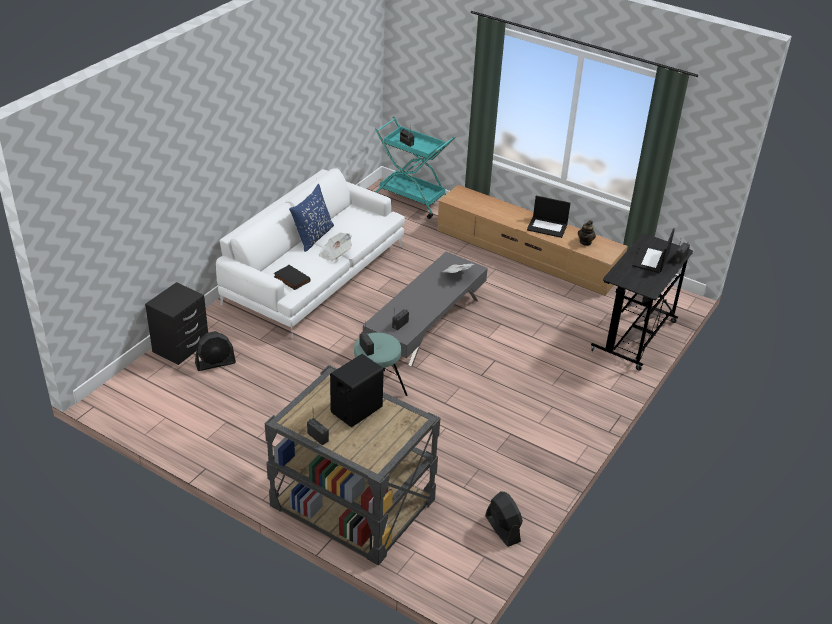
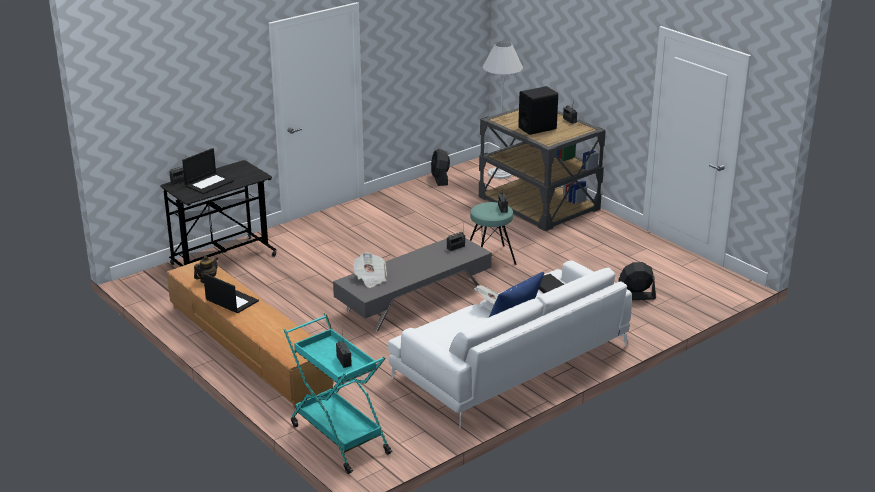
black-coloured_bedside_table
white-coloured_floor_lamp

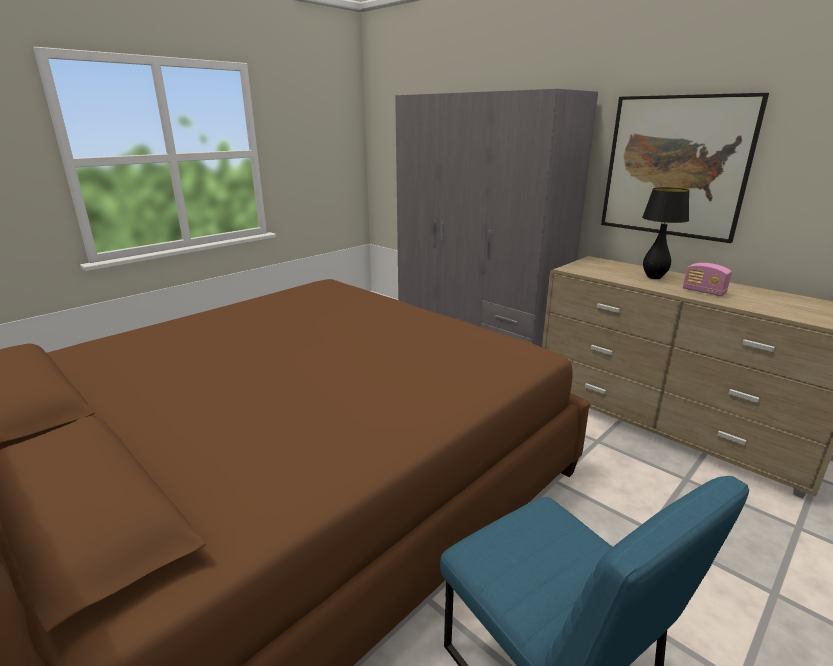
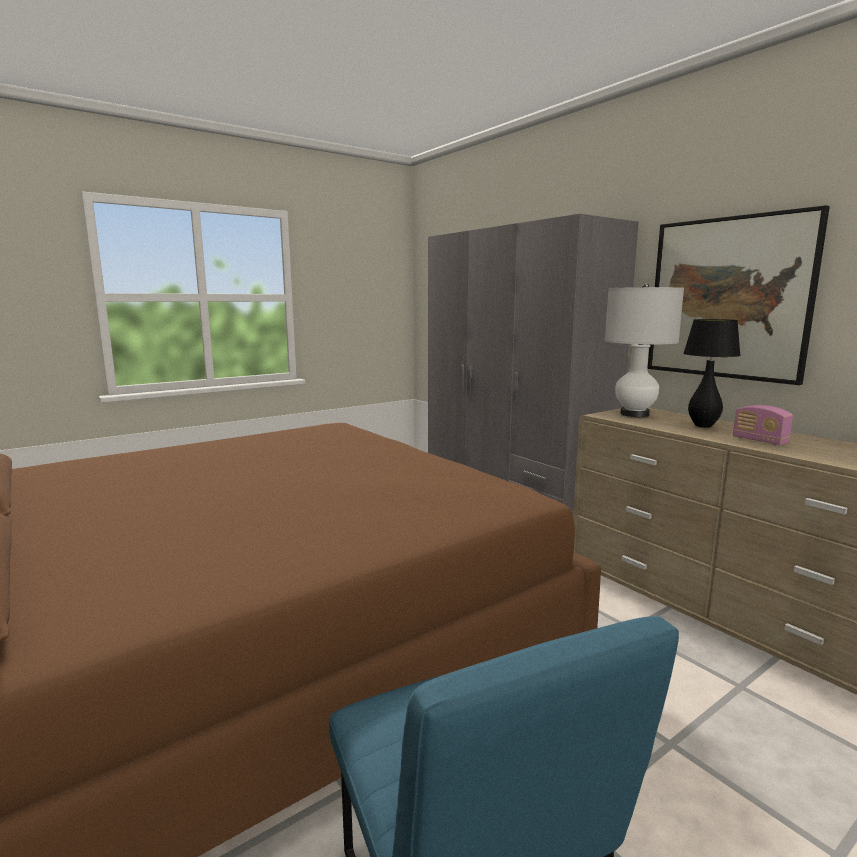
white-coloured_table_lamp

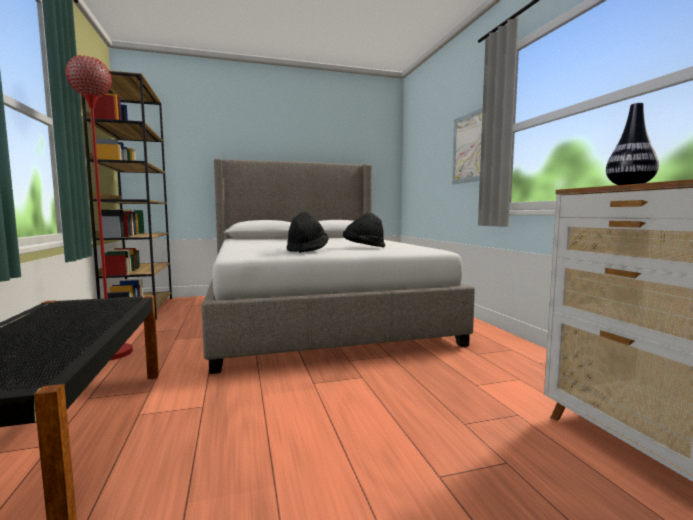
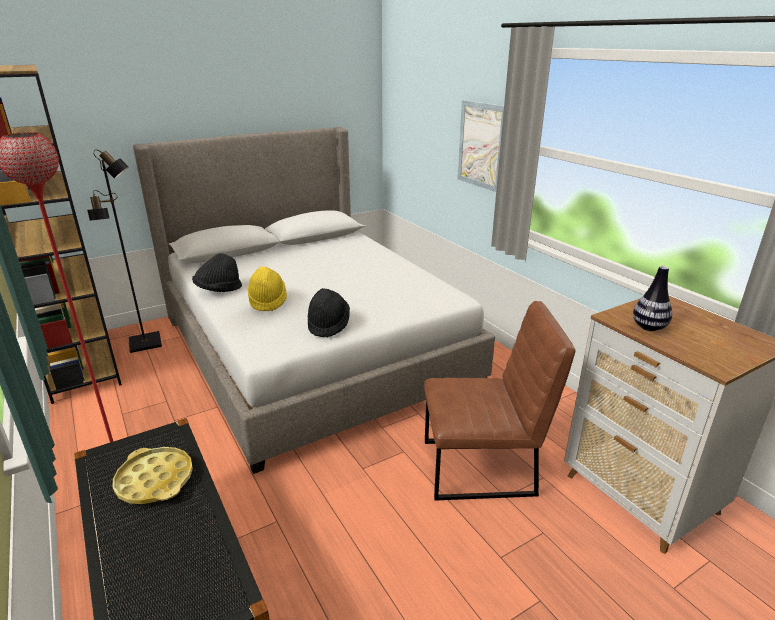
black-coloured_hat (no. 1 from left)
black-coloured_floor_lamp
yellow_serving_tray
yellow_hat
brown-coloured_chair

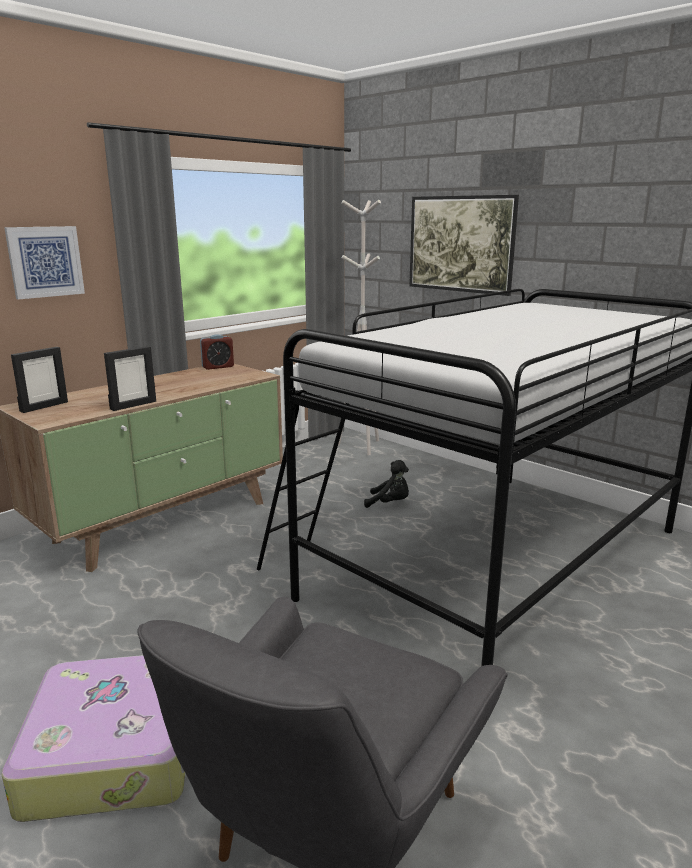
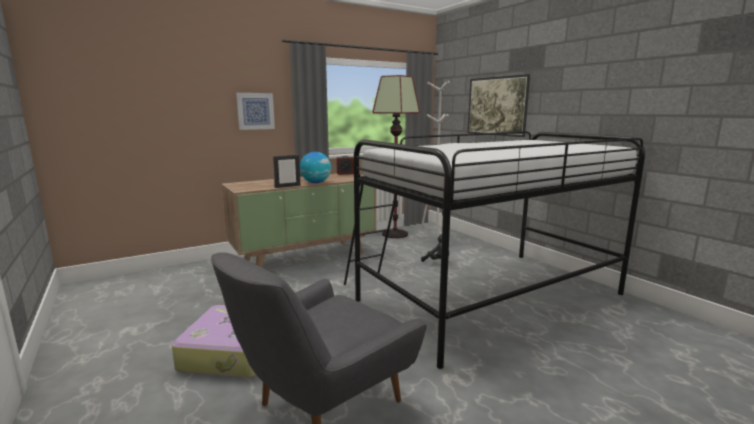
photo_frame (no. 1 from left in the first image)
world_globe
floor_lamp

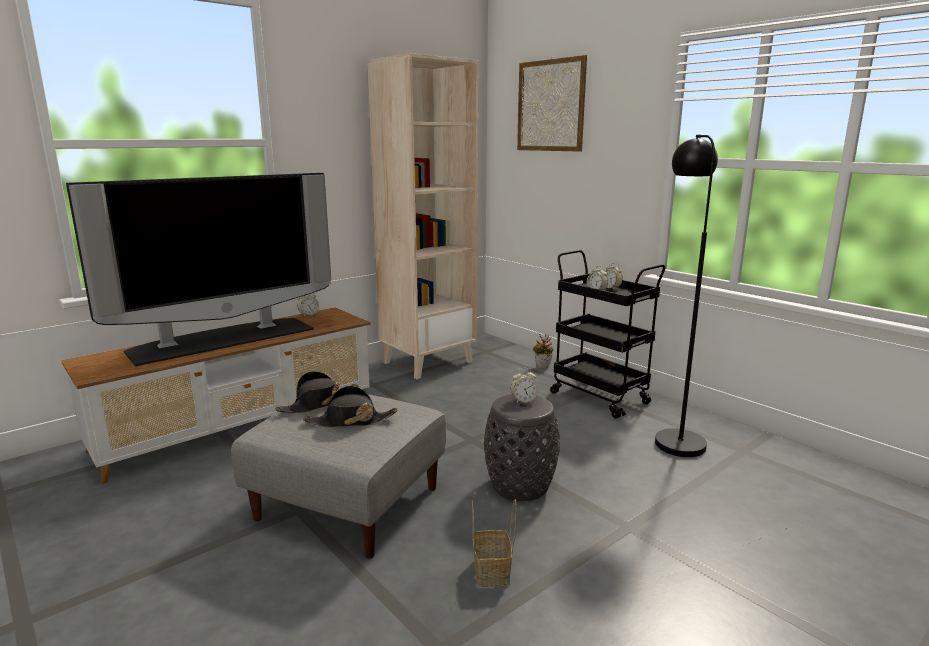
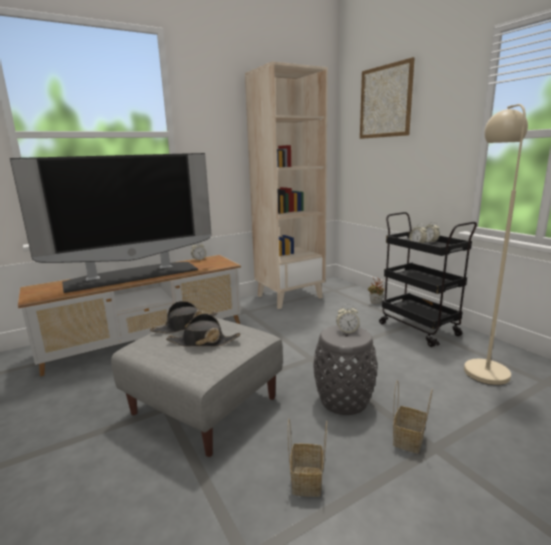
sand-coloured_floor_lamp
household_basket (no. 2 from left)

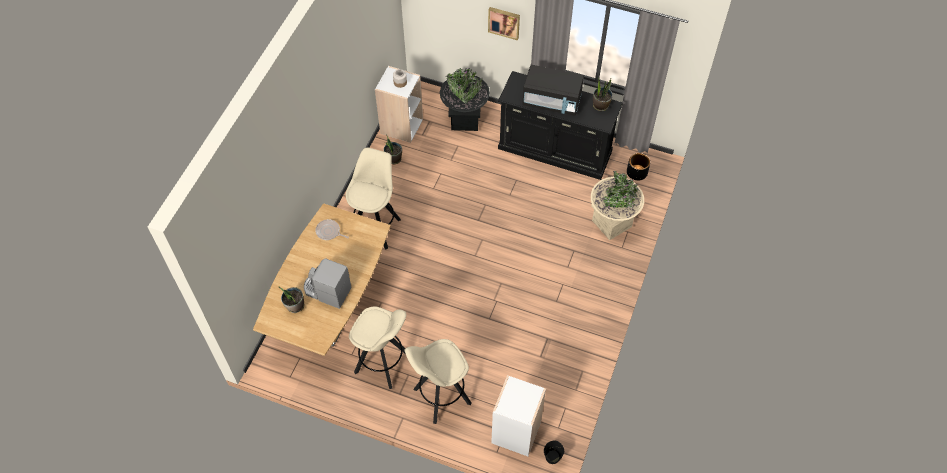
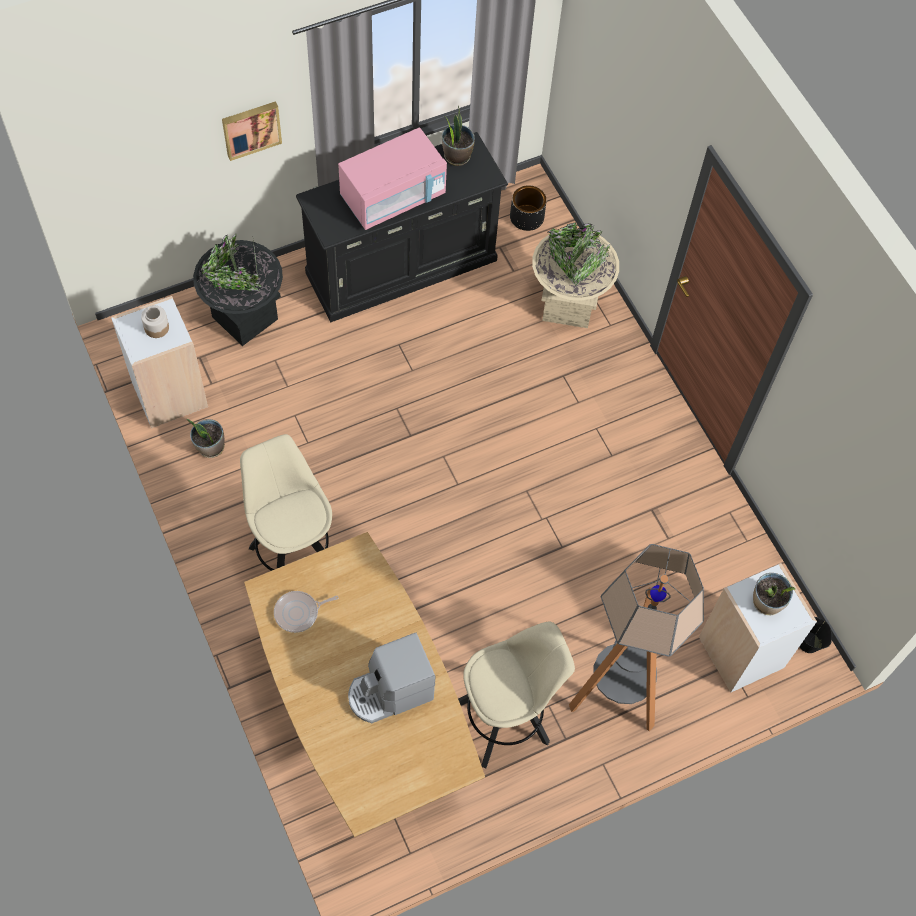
houseplant (no. 3 from left)
floor_lamp
pink_microwave_oven

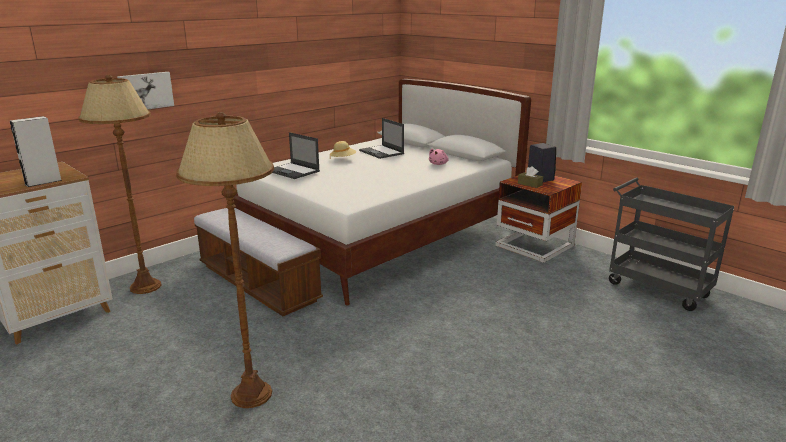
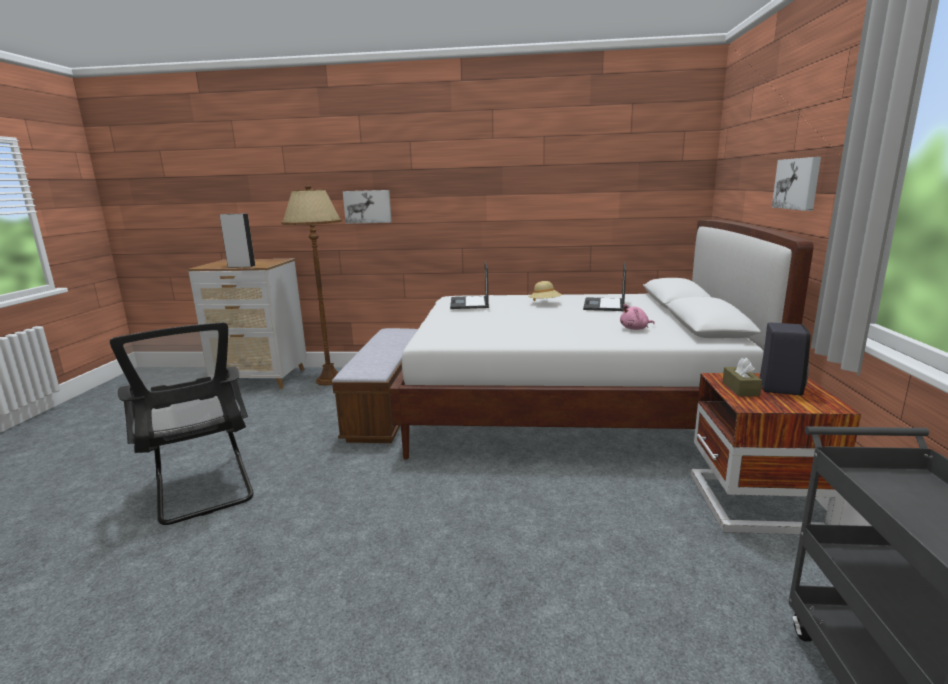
chair
picture (no. 2 from left)

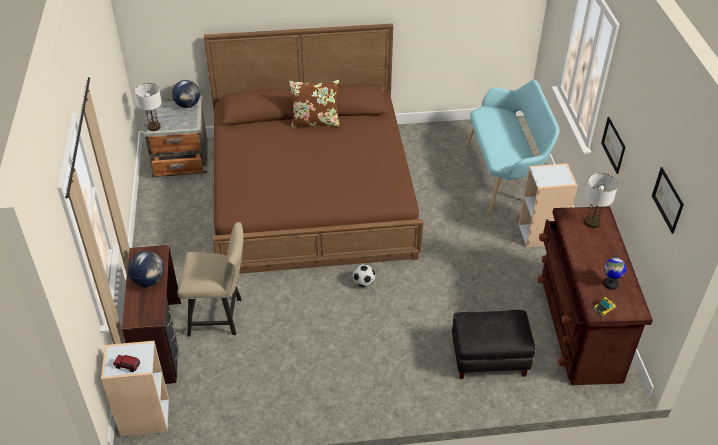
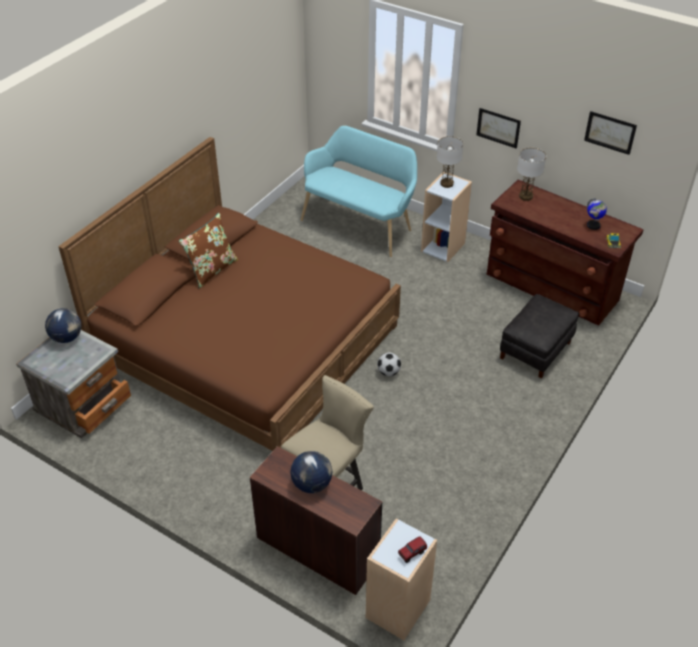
table_lamp (no. 1 from left)

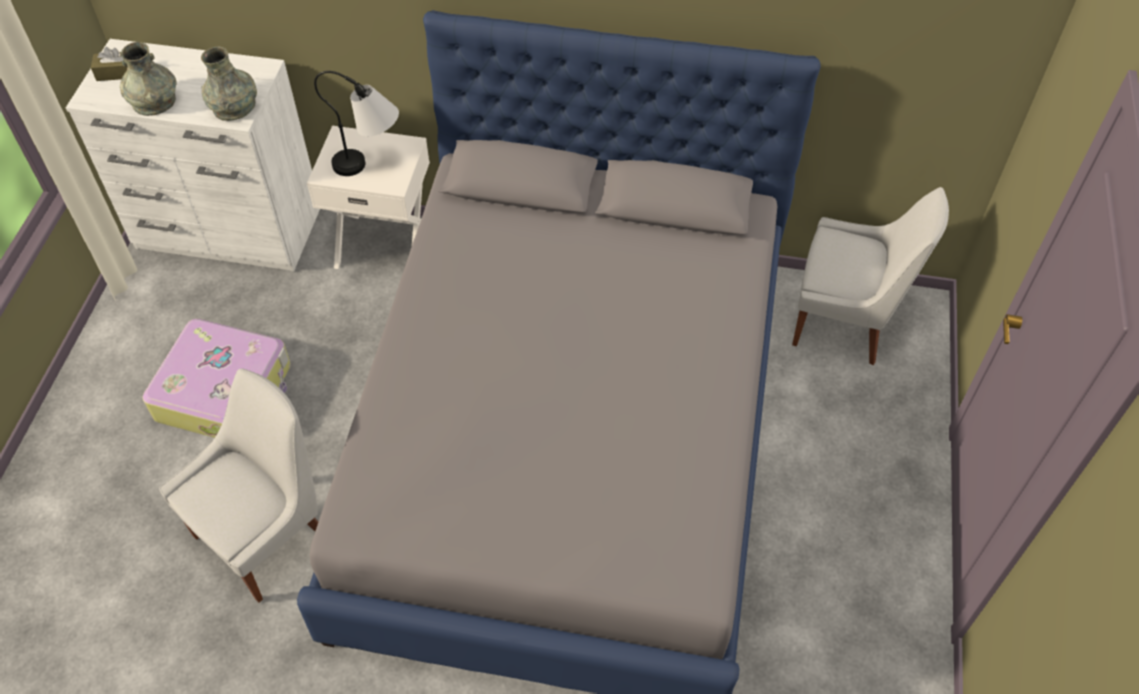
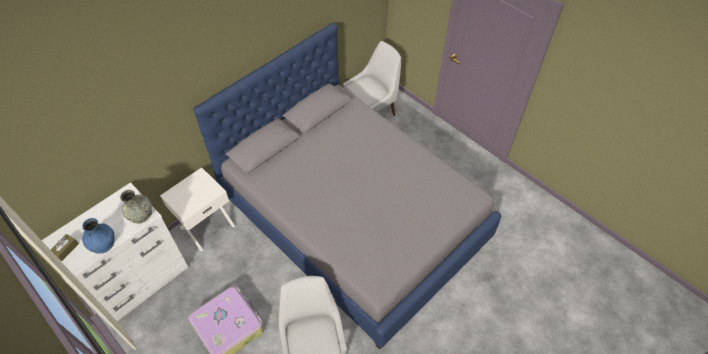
blue-coloured_vase
table_lamp

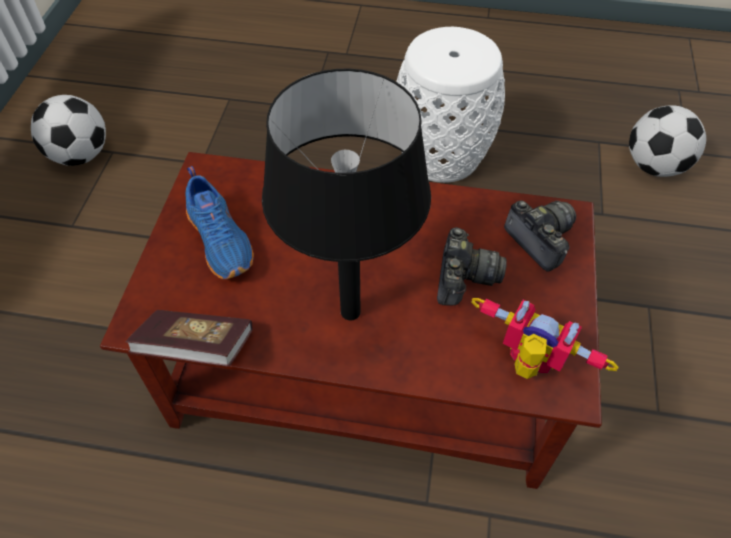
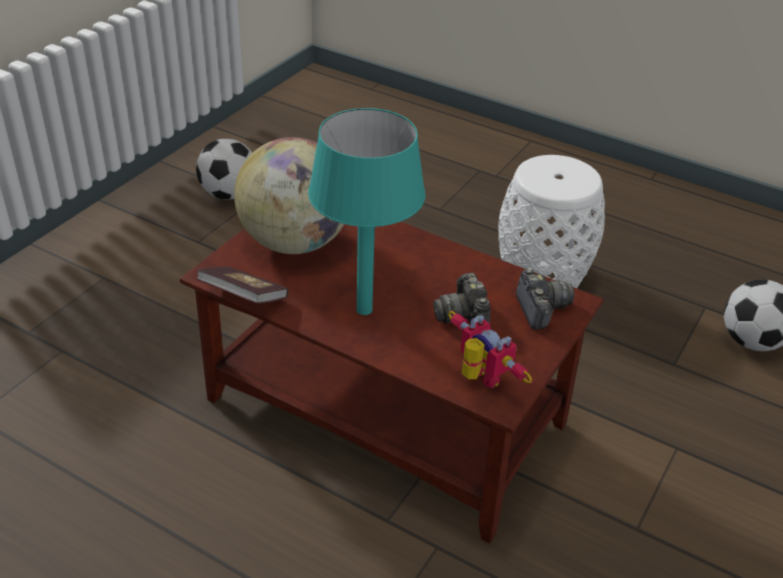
world_globe
turquoise_table_lamp
still_camera (no. 1 from left)

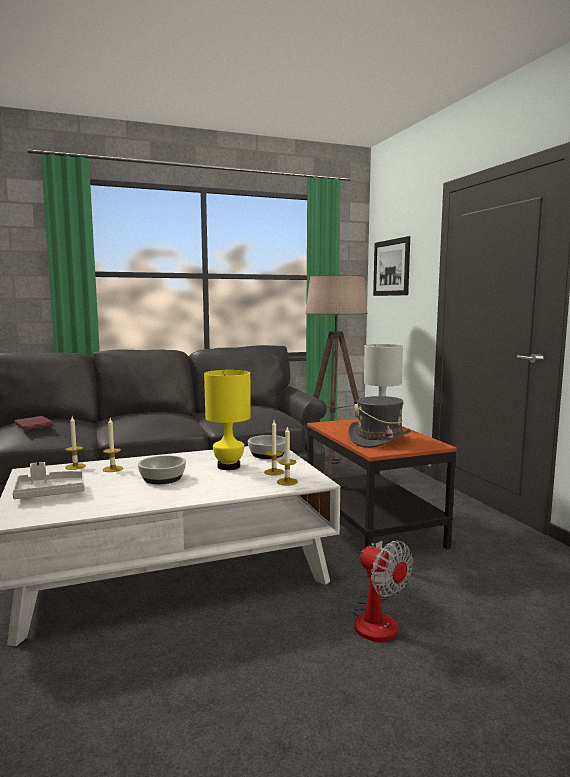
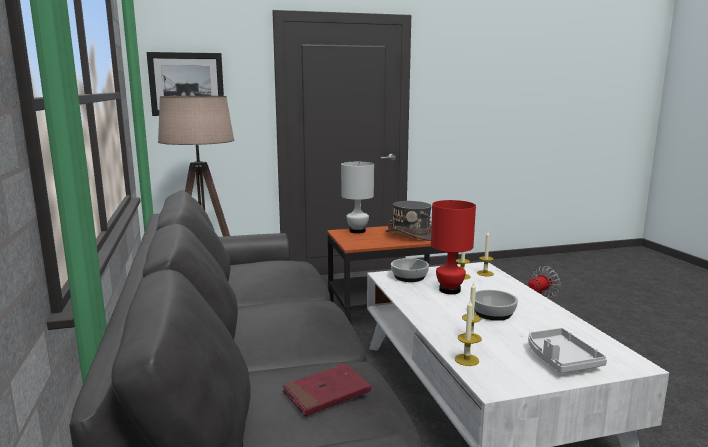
red_table_lamp

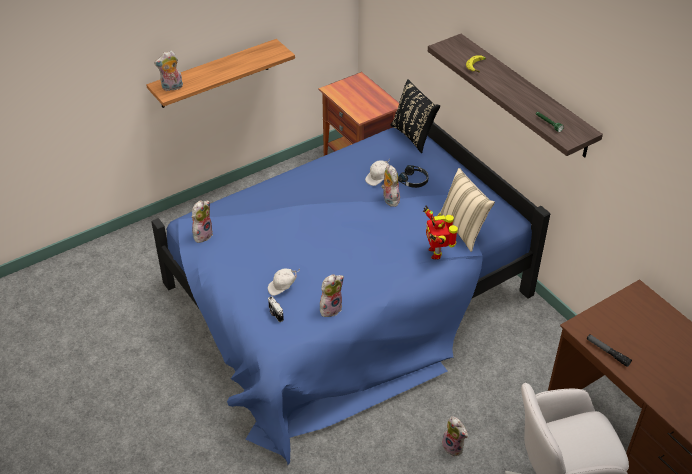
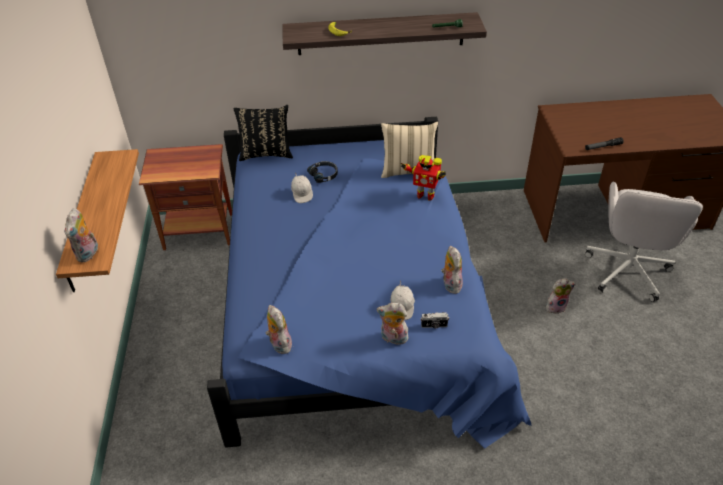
soft_toy (no. 3 from left)

